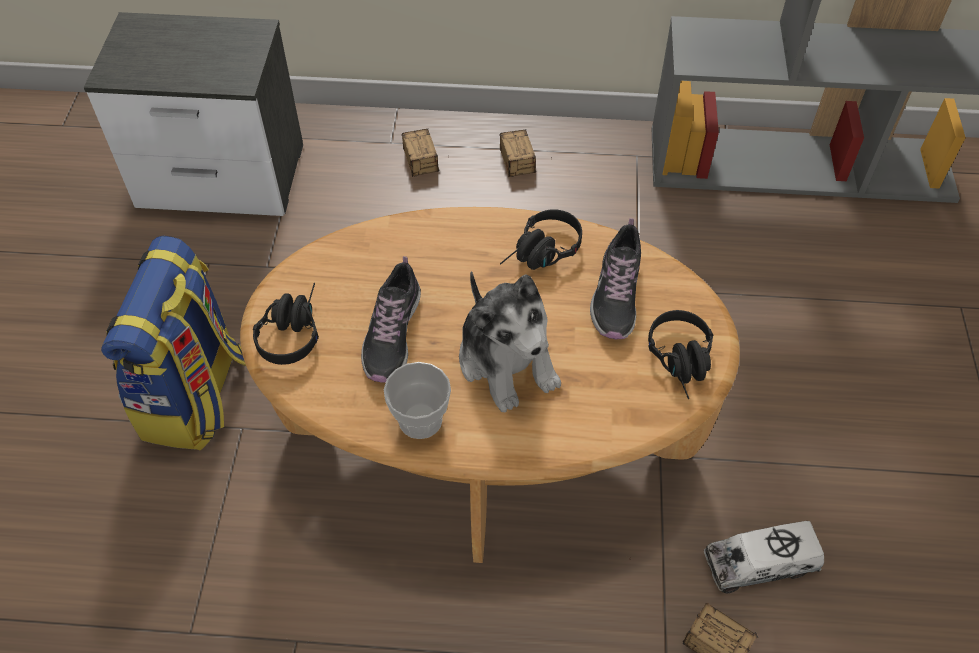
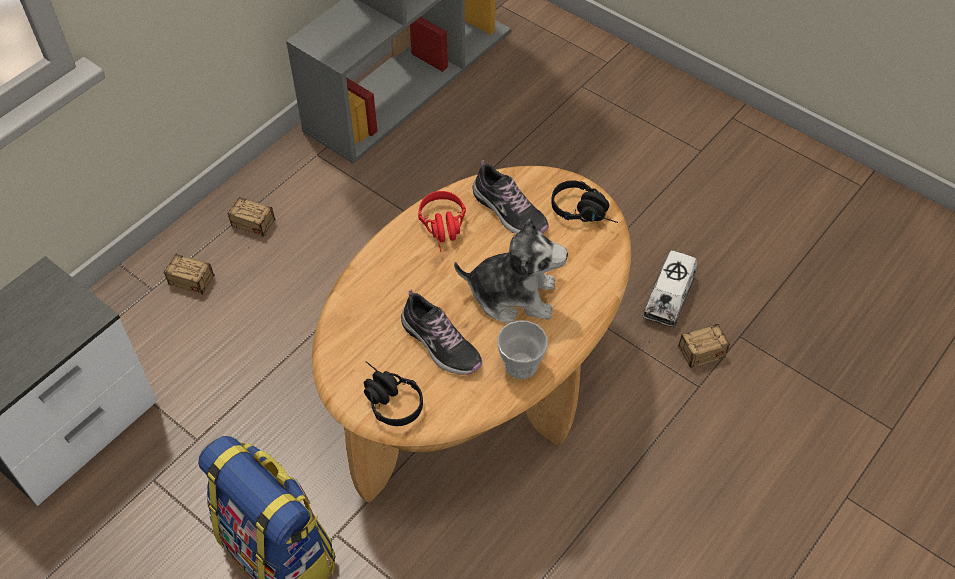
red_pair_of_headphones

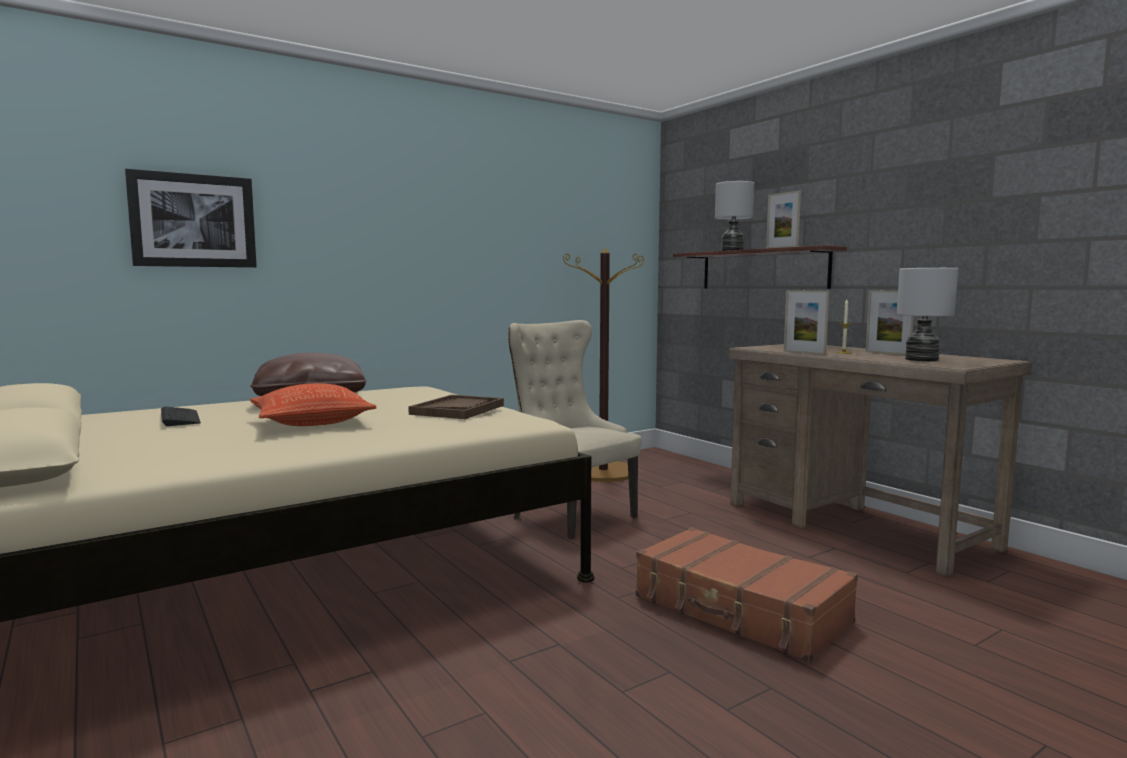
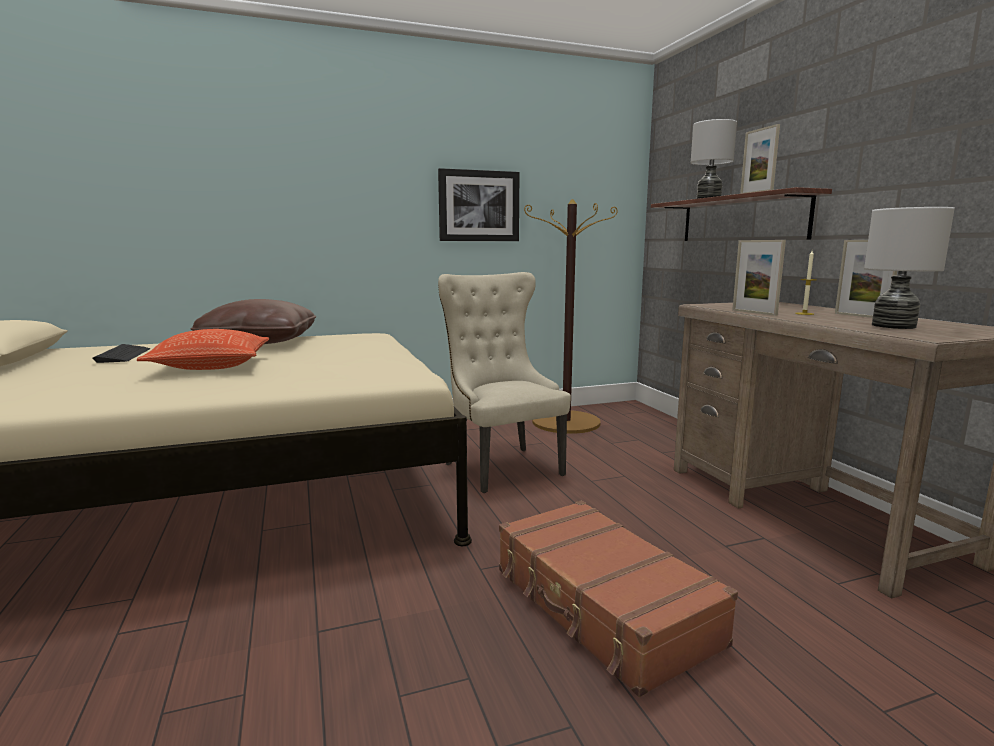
picture
brown-coloured_serving_tray

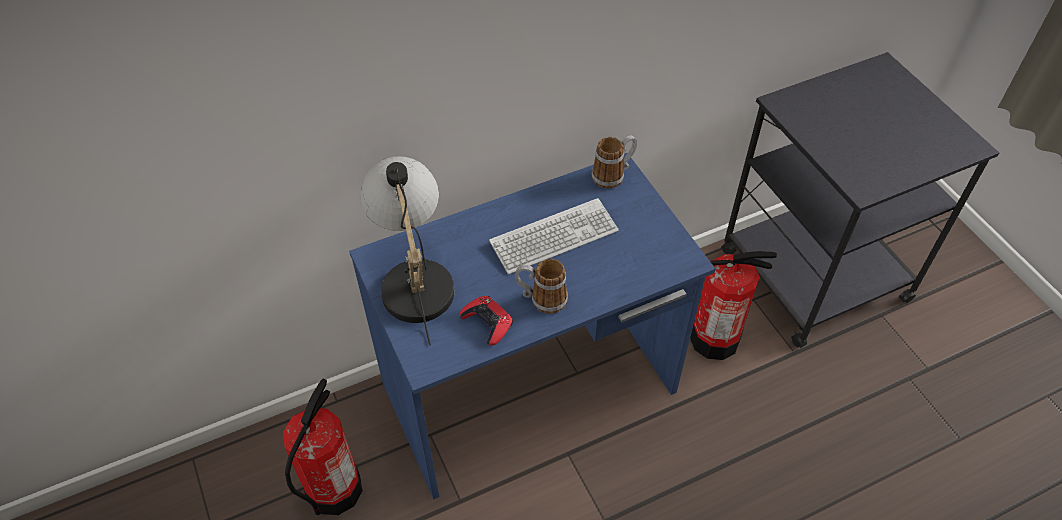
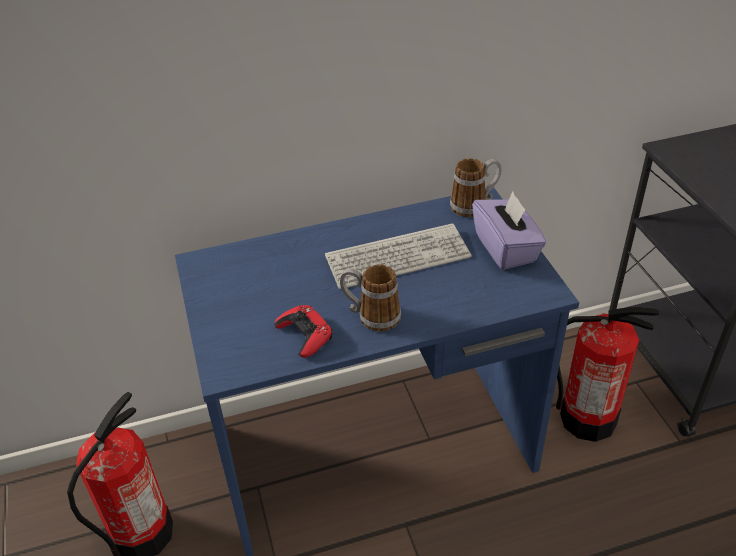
table_lamp
purple_tissue_box

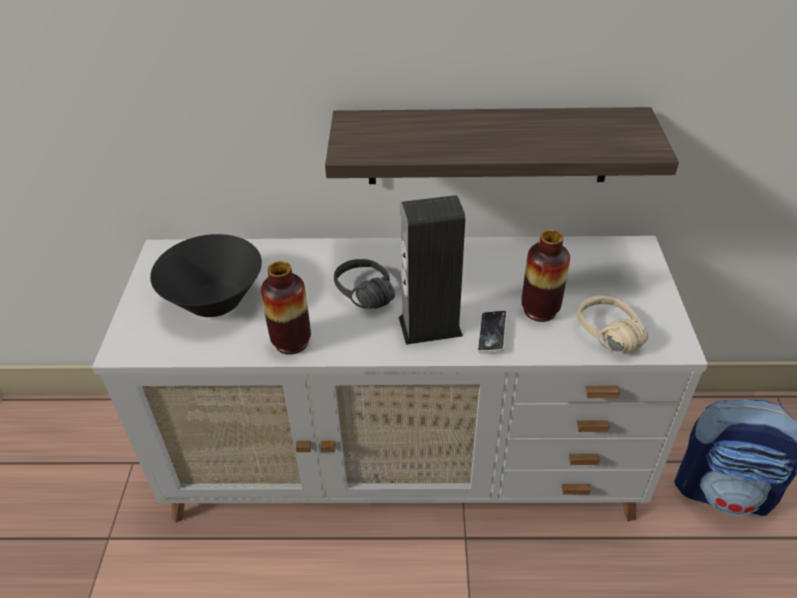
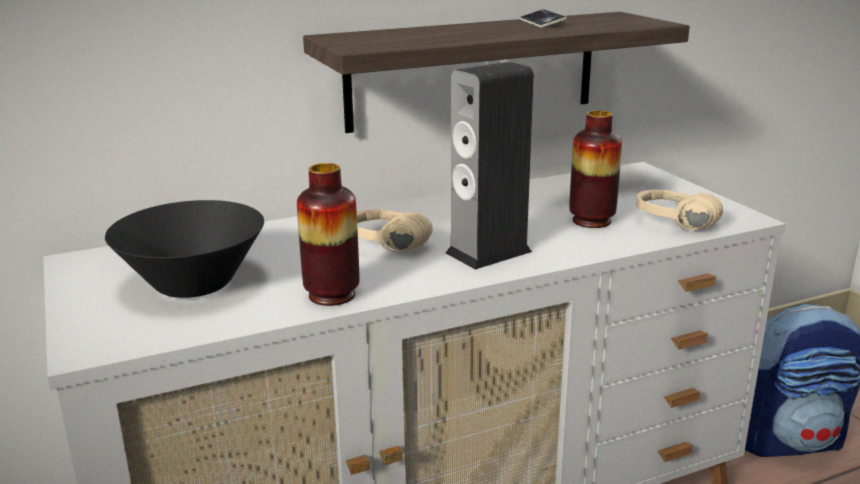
sand-coloured_pair_of_headphones (no. 1 from left)
handset

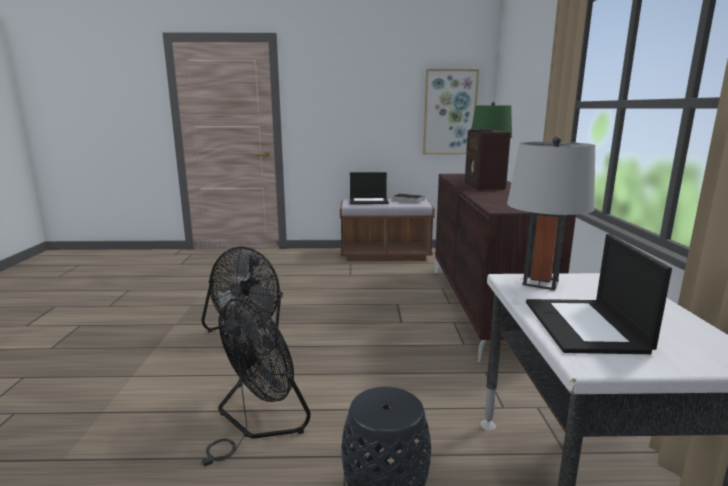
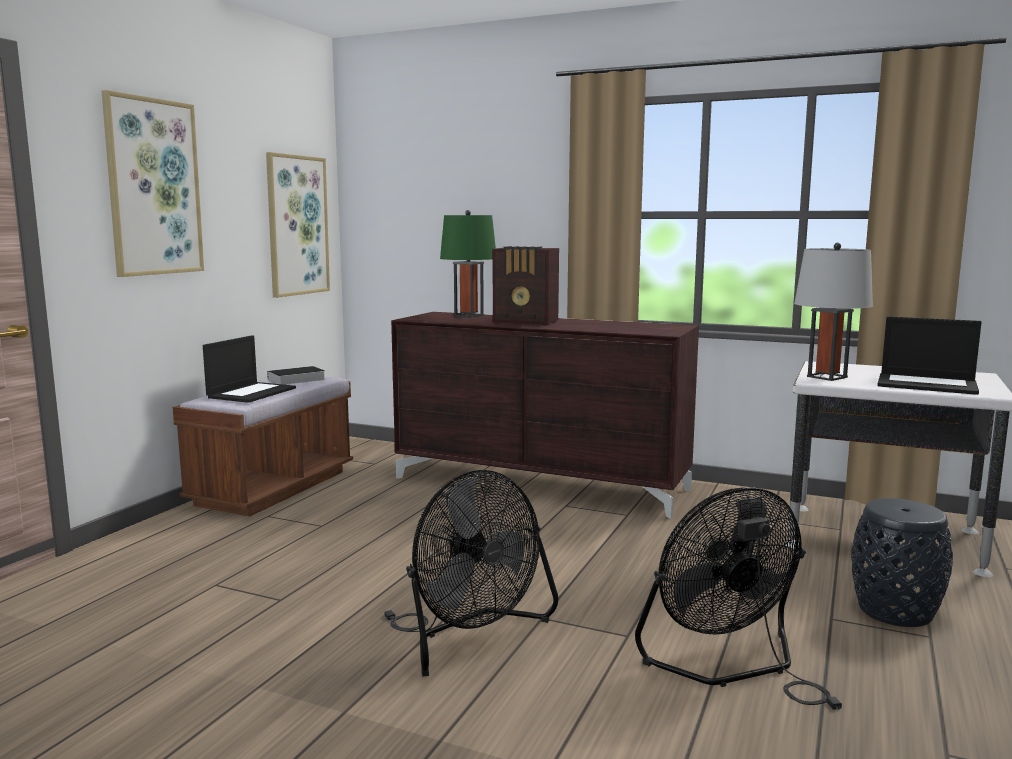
picture (no. 1 from left)

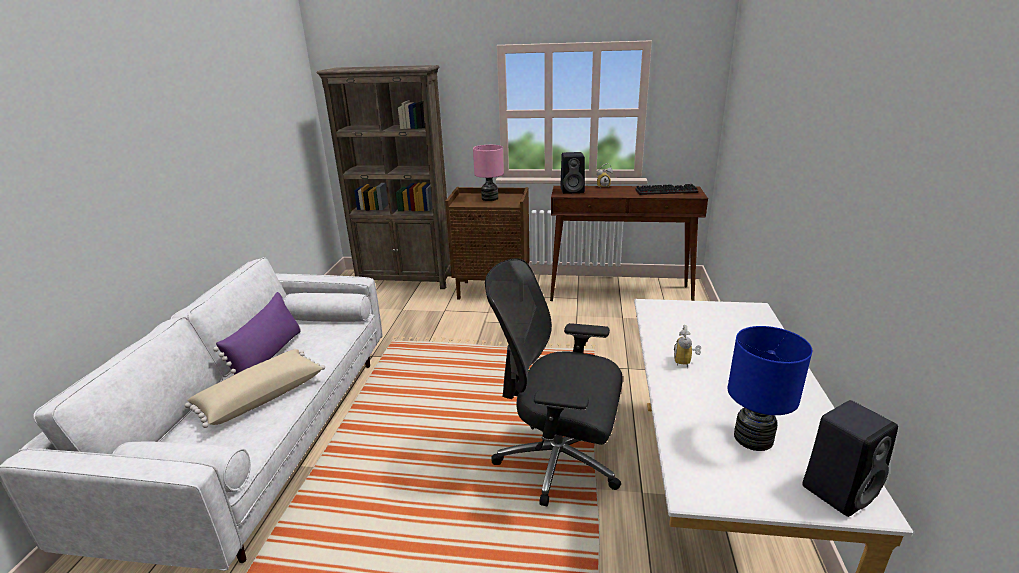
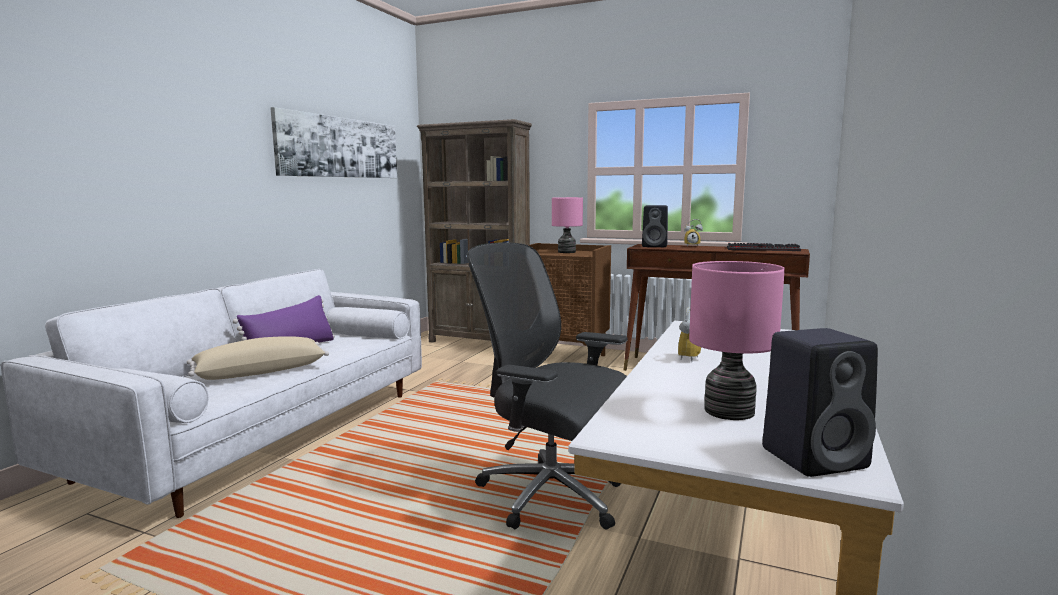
pink_table_lamp (no. 2 from left)
picture

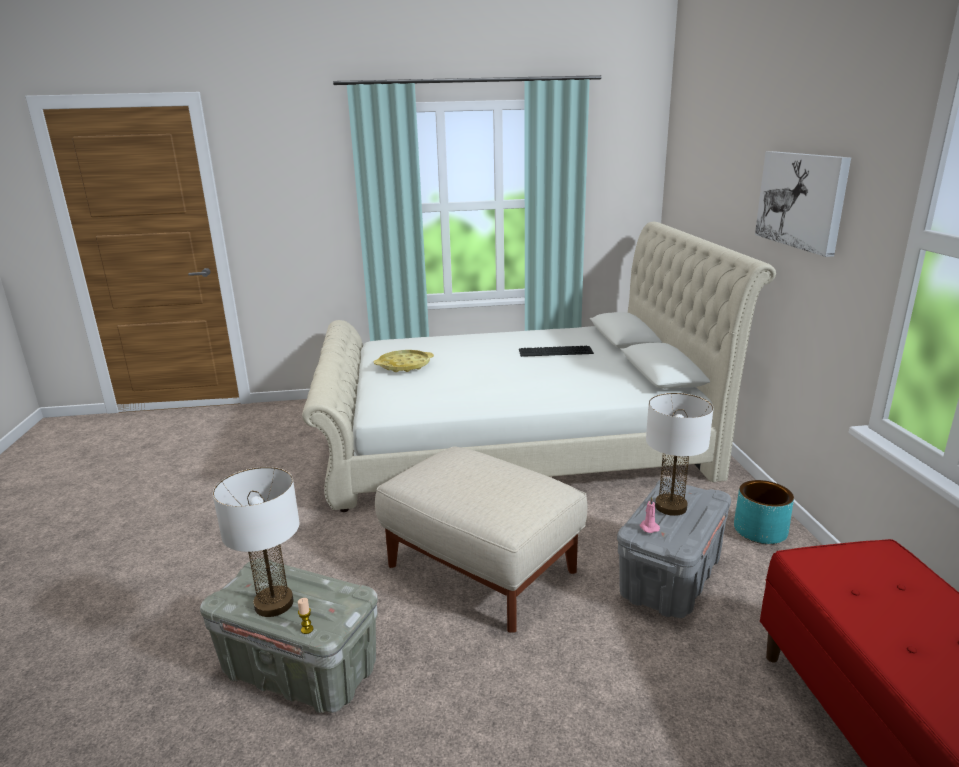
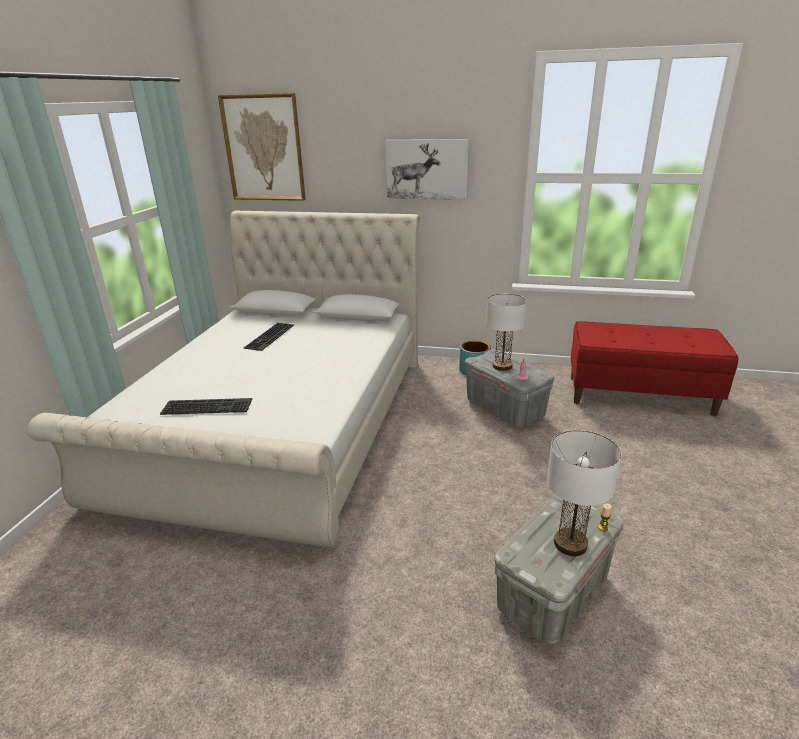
computer_keyboard (no. 1 from left)
sand-coloured_ottoman
picture (no. 1 from left)

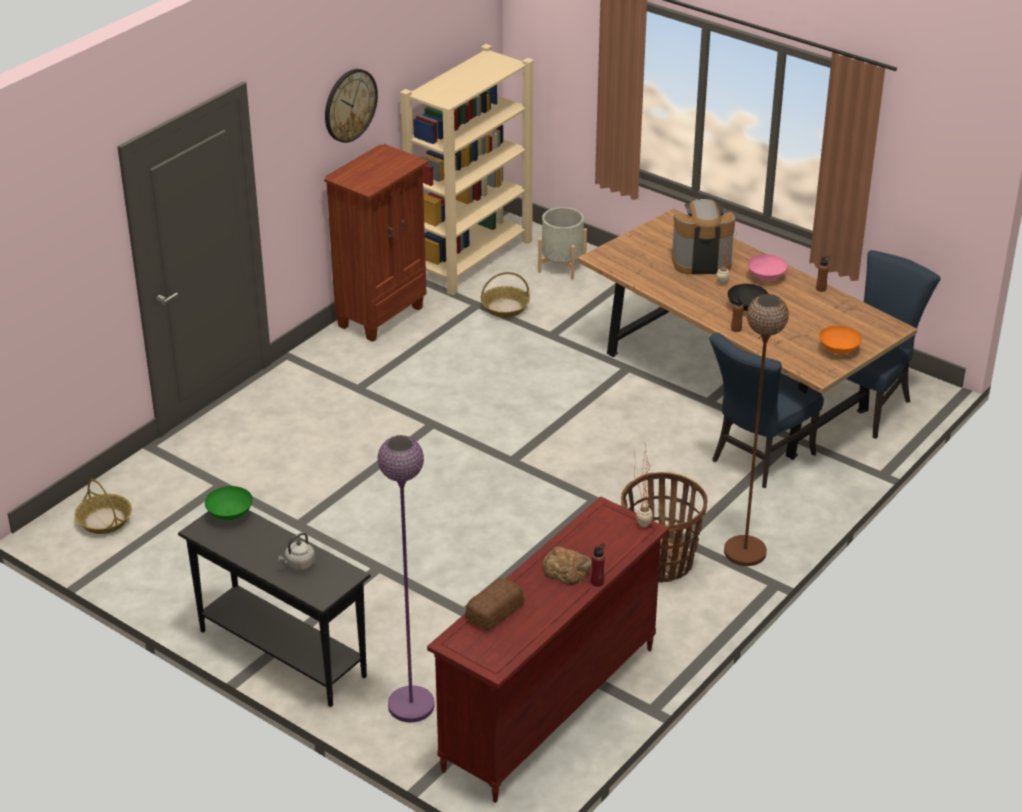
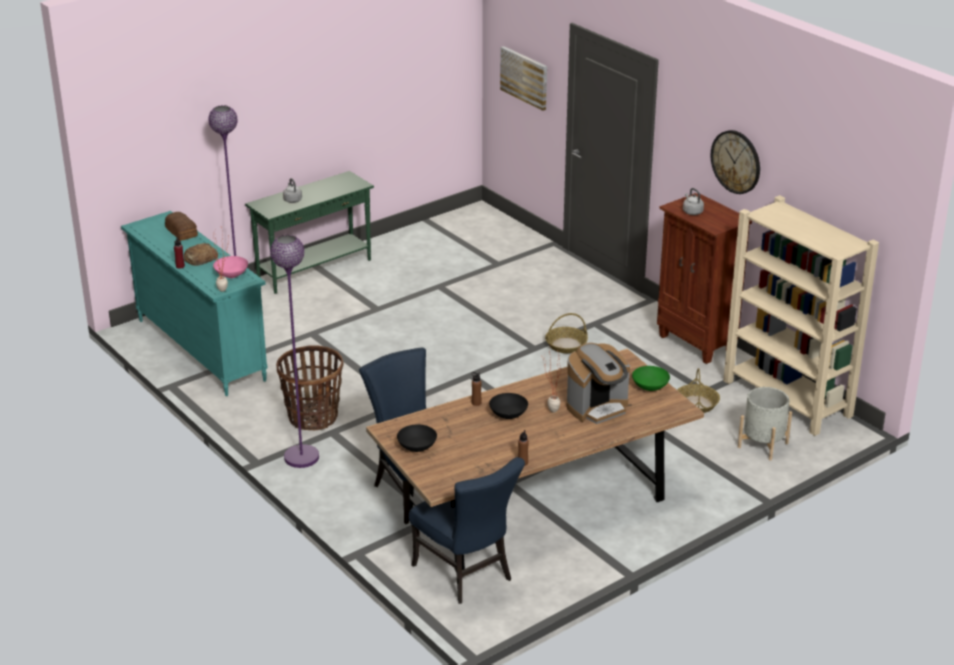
household_basket (no. 2 from left)
greenish_console_table
greenish_deep_dish
turquoise_drawer_chest
coffee_brewer
purple_floor_lamp (no. 2 from left)
pink_deep_dish
black-coloured_deep_dish (no. 1 from left)
picture
gray_kettle (no. 2 from left)

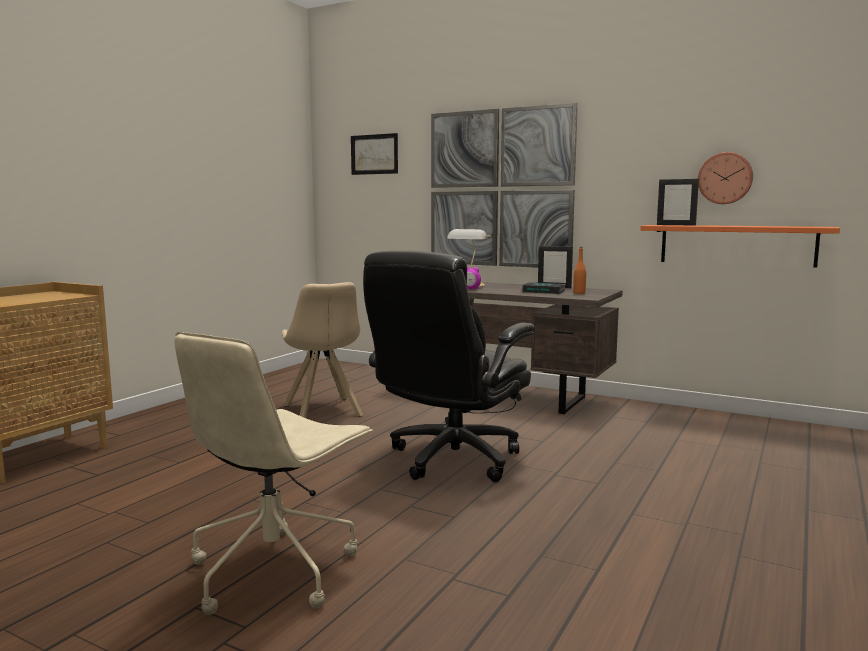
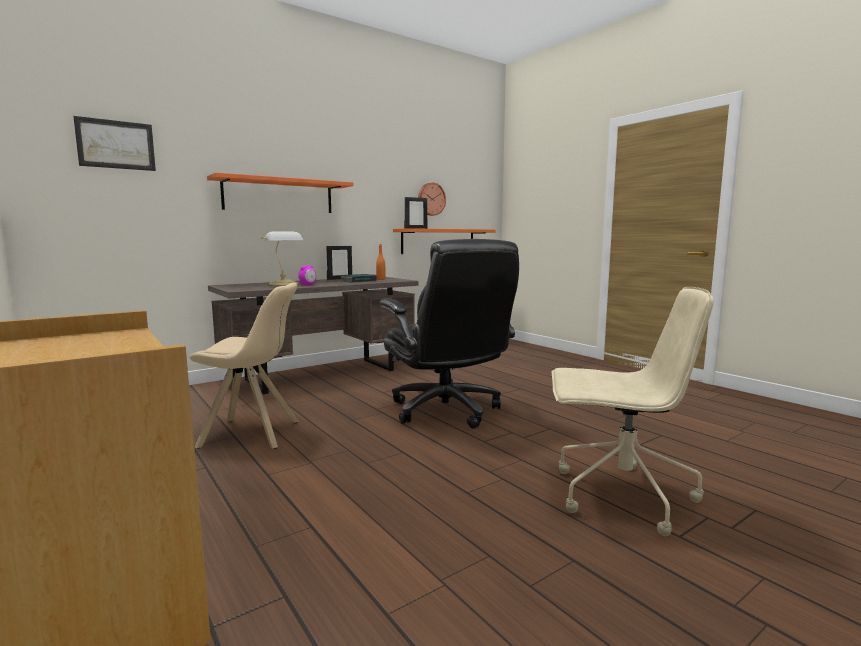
sand-coloured_desk_chair
orangey_bracket_shelf (no. 1 from left)

